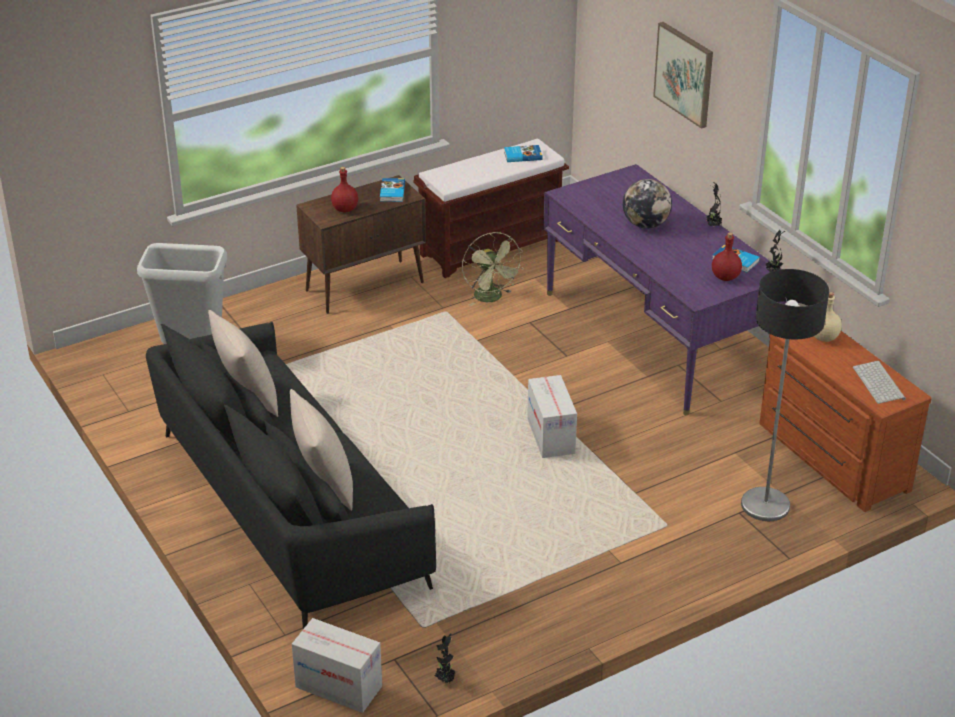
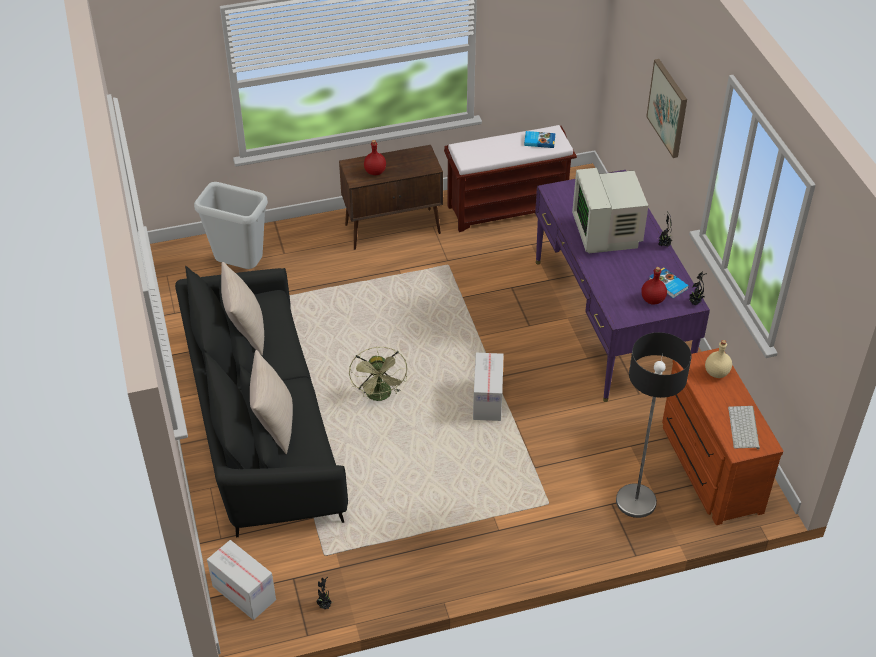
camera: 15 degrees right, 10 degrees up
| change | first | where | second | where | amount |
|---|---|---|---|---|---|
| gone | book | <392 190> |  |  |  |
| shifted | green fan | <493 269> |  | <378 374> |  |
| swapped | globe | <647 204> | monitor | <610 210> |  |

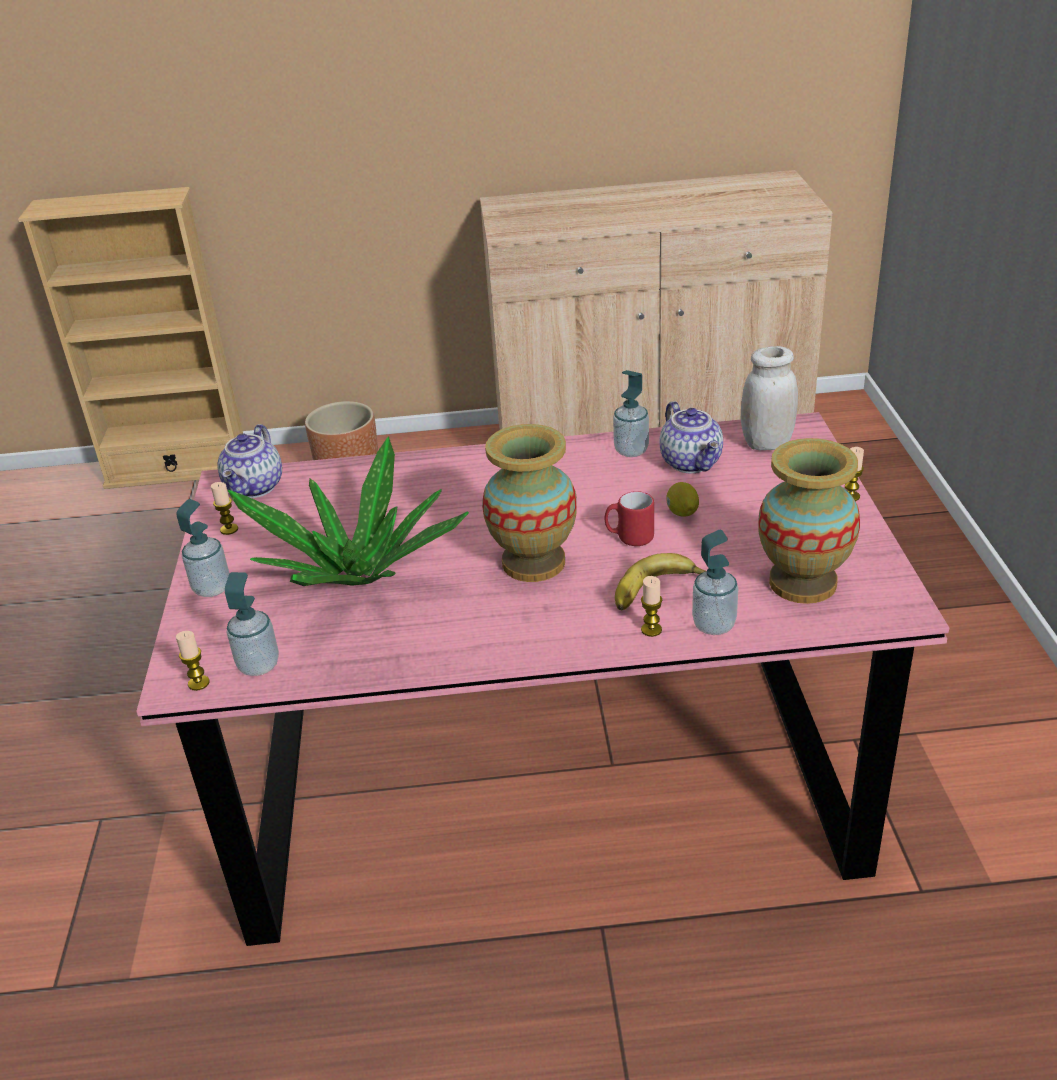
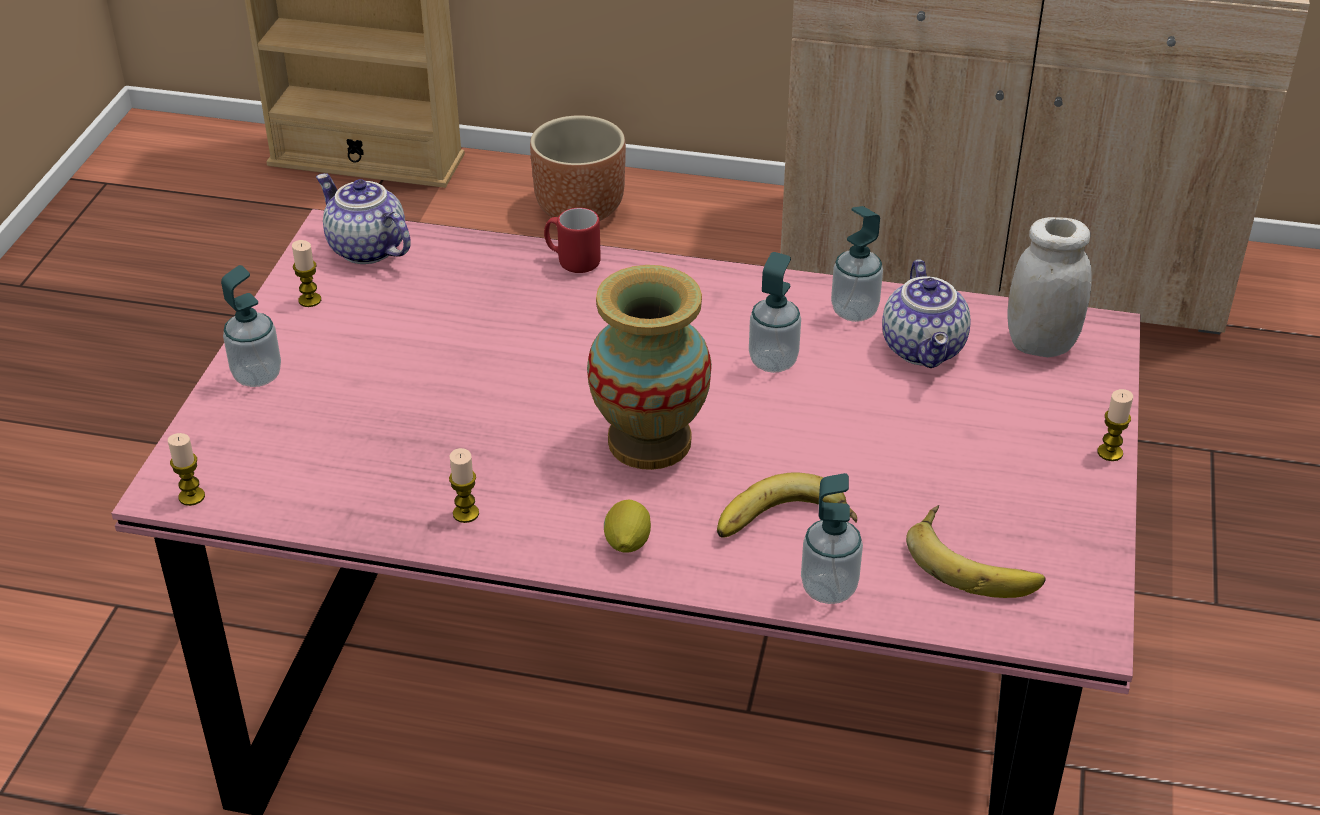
camera: 15 degrees right, 5 degrees up
| change | first | where | second | where | amount |
|---|---|---|---|---|---|
| gone | potted plant | <348 511> |  |  |  |
| shifted | soap dispenser | <252 624> |  | <775 312> |  |
| shifted | red mug | <629 518> |  | <572 240> |  |
| shifted | candle | <651 606> |  | <464 485> |  |
| shifted | lemon | <682 499> |  | <627 526> |  |
| swapped | vase | <809 521> | banana | <976 551> |  |
| rotated | teapot | <249 461> |  | <363 218> | 105 degrees clockwise |

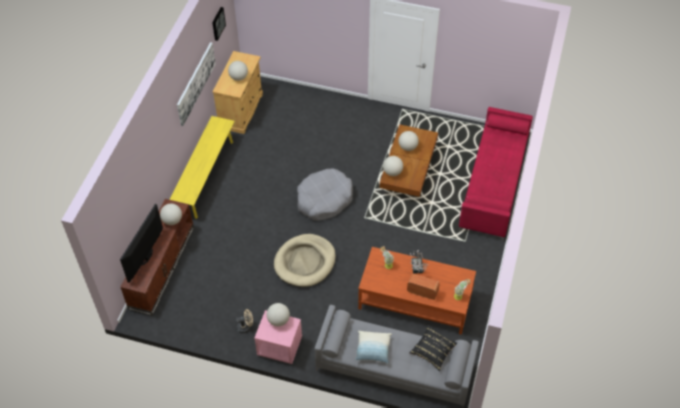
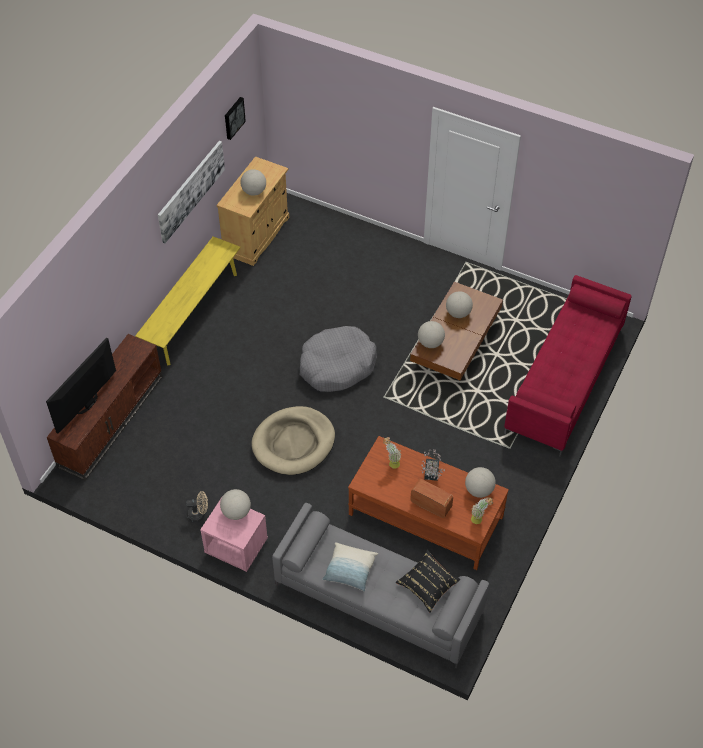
camera: 10 degrees right, 0 degrees up
| change | first | where | second | where | amount |
|---|---|---|---|---|---|
| shifted | globe | <171 214> |  | <480 482> |  |

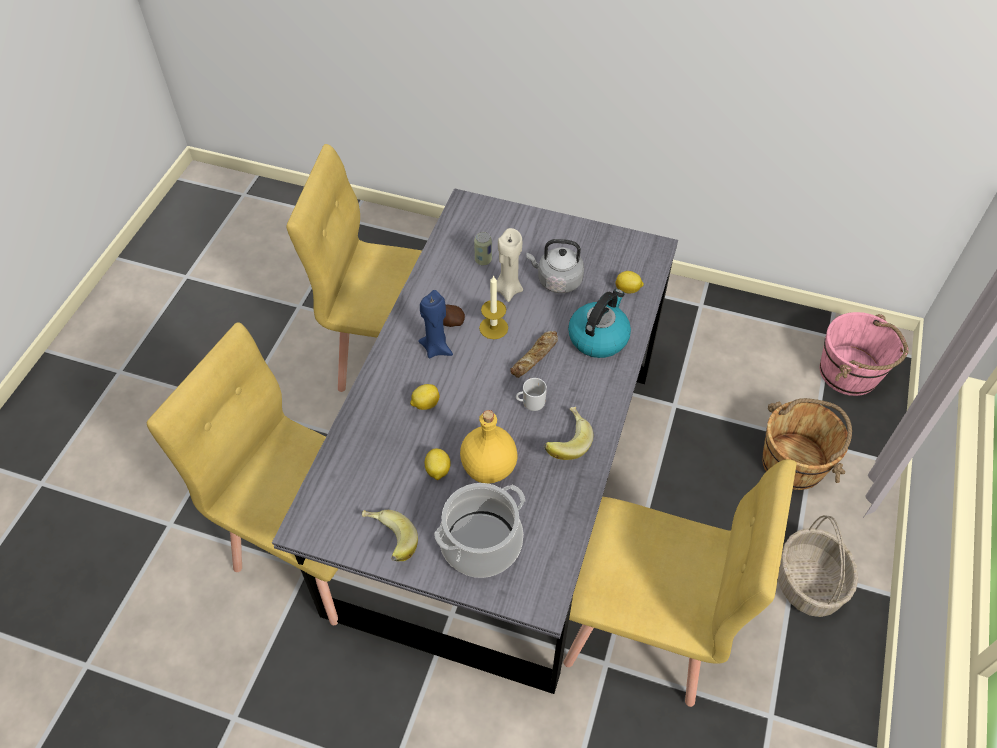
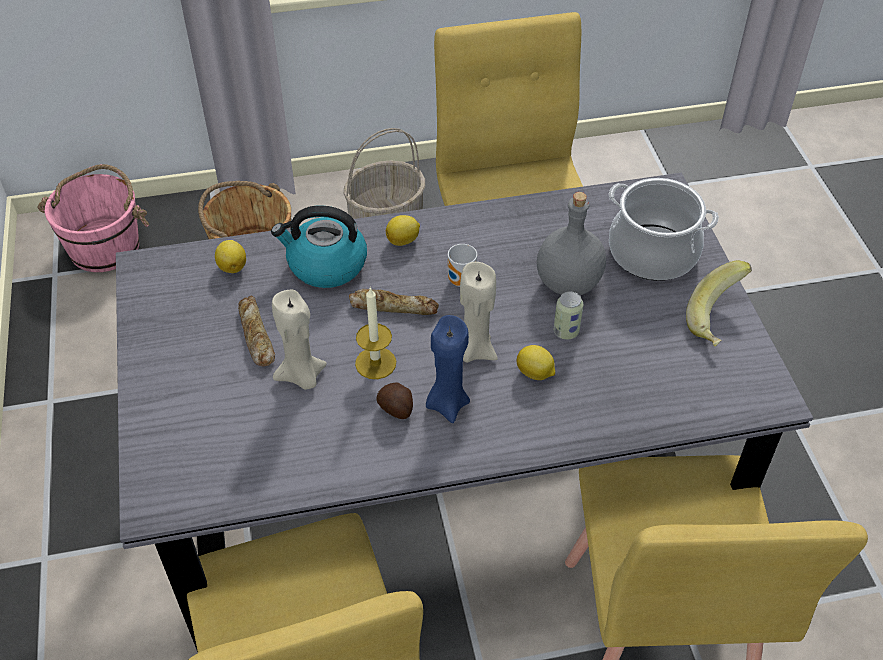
camera: 120 degrees left, 5 degrees down
| change | first | where | second | where | amount |
|---|---|---|---|---|---|
| gone | banana | <568 433> |  |  |  |
| new |  |  | beige candle | <479 312> |  |
| shifted | lemon | <438 464> |  | <403 230> |  |
| shifted | can | <483 249> |  | <568 316> |  |
| swapped | grey kettle | <555 266> | bread | <256 331> |  |
| repainted | yellow bottle | <489 447> | grey bottle | <571 243> |  |

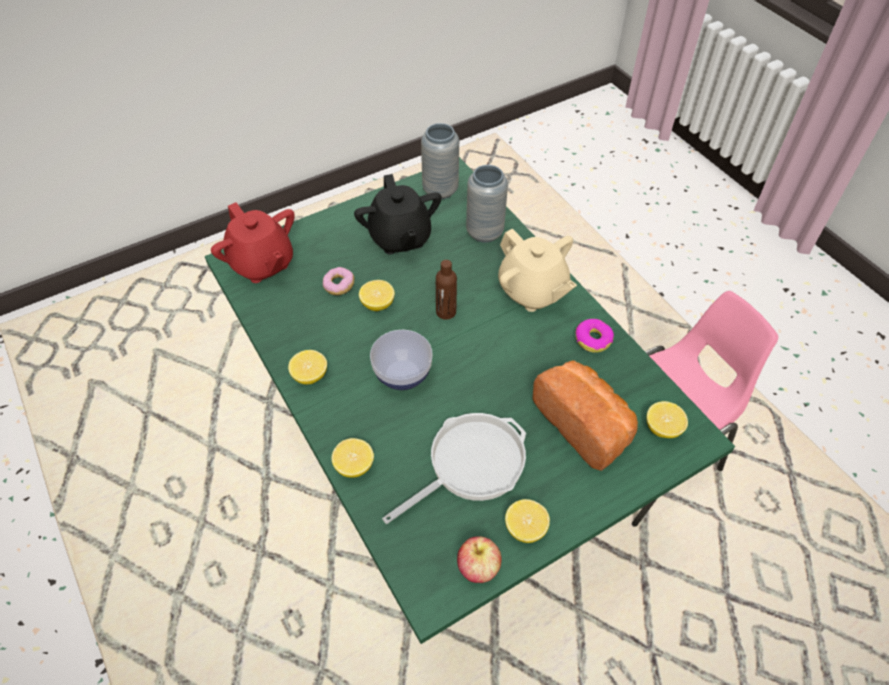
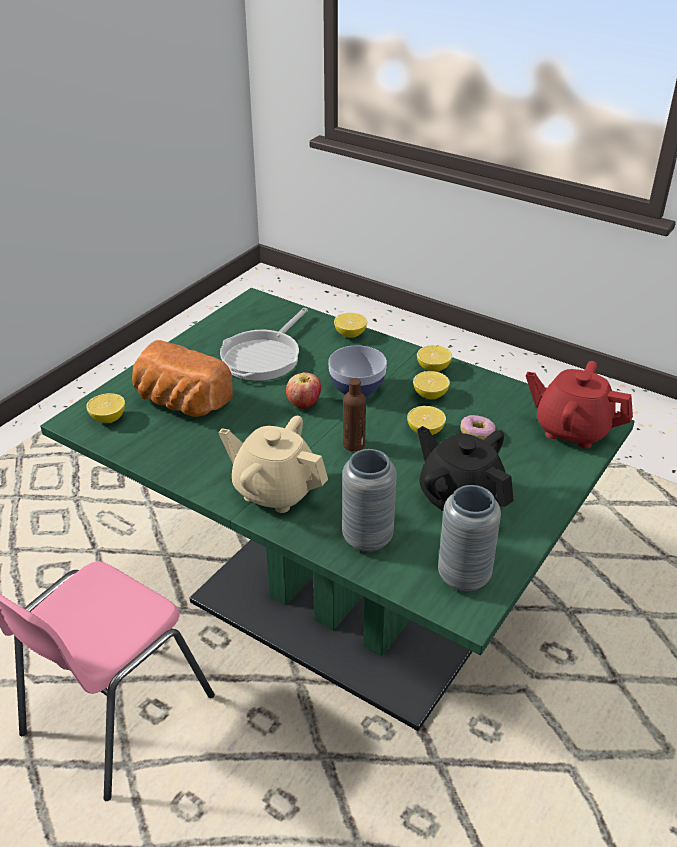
camera: 155 degrees right, 15 degrees down
| change | first | where | second | where | amount |
|---|---|---|---|---|---|
| gone | donut | <594 336> |  |  |  |
| shifted | apple | <479 559> |  | <303 390> |  |
| shifted | lemon | <527 521> |  | <431 385> |  |

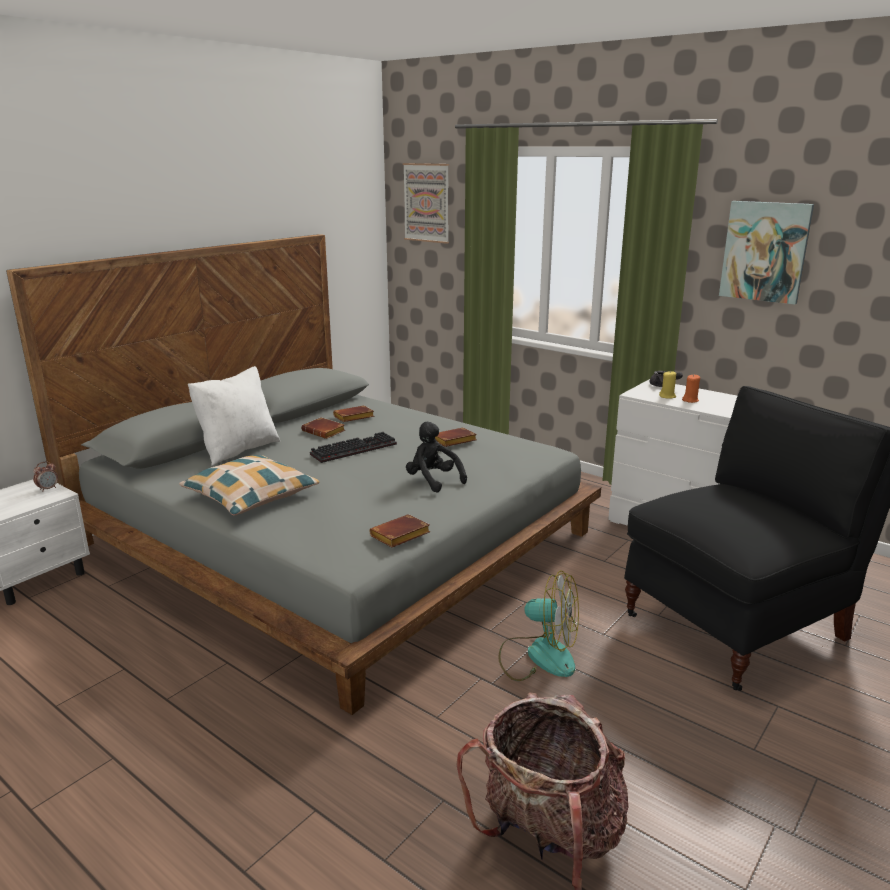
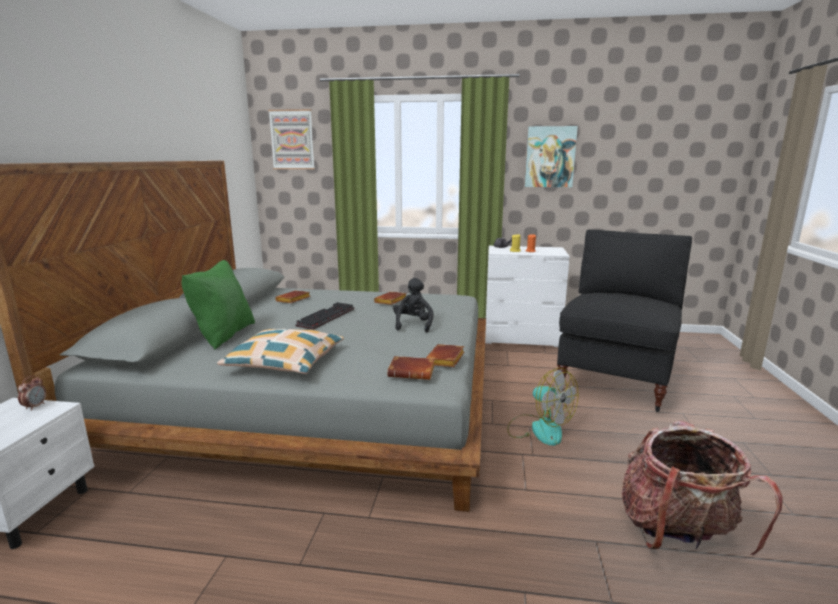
camera: 30 degrees left, 5 degrees down
| change | first | where | second | where | amount |
|---|---|---|---|---|---|
| shifted | brown book | <323 428> |  | <411 368> |  |
| repainted | white pillow | <234 416> | green pillow | <218 305> |  |
| rotated | black plush toy | <436 457> |  | <413 305> | 75 degrees clockwise |
| rotated | fan | <539 625> |  | <542 407> | 60 degrees clockwise |

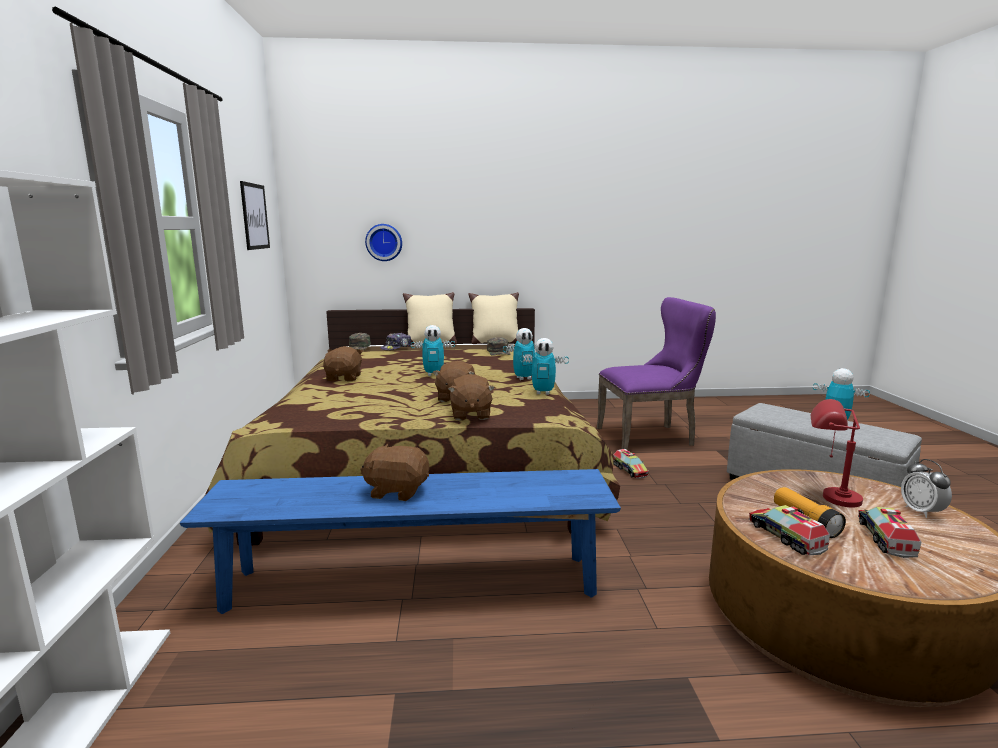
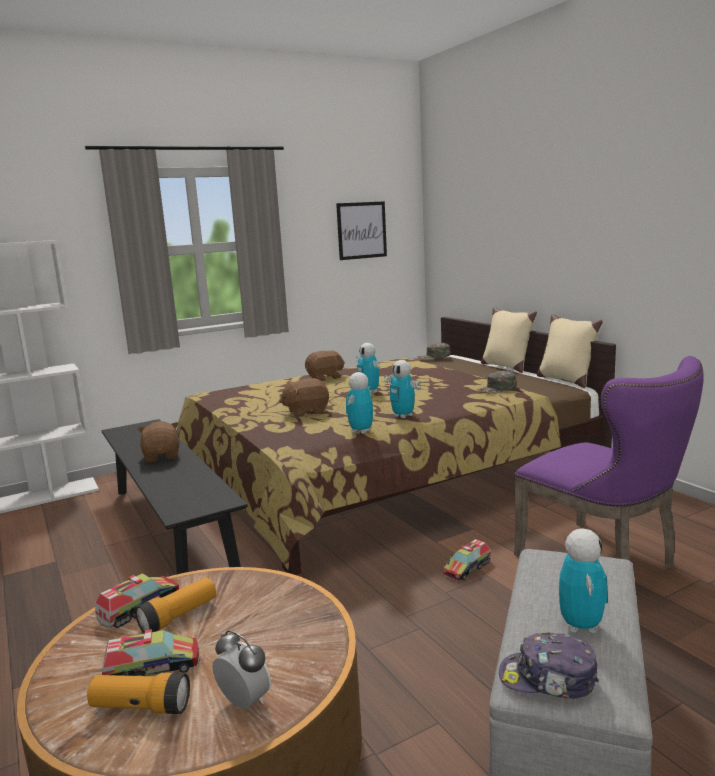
camera: 65 degrees right, 0 degrees up
| change | first | where | second | where | amount |
|---|---|---|---|---|---|
| gone | wall clock | <383 242> |  |  |  |
| gone | brown plush toy | <471 397> |  |  |  |
| gone | red table lamp | <837 453> |  |  |  |
| new |  |  | flashlight | <138 693> |  |
| shifted | cap | <396 341> |  | <549 665> |  |
| repainted | blue bench | <400 541> | black bench | <174 496> |  |
| rotated | toy robot | <544 366> |  | <359 403> | 45 degrees clockwise |
| rotated | alarm clock | <926 488> |  | <241 669> | 75 degrees clockwise |

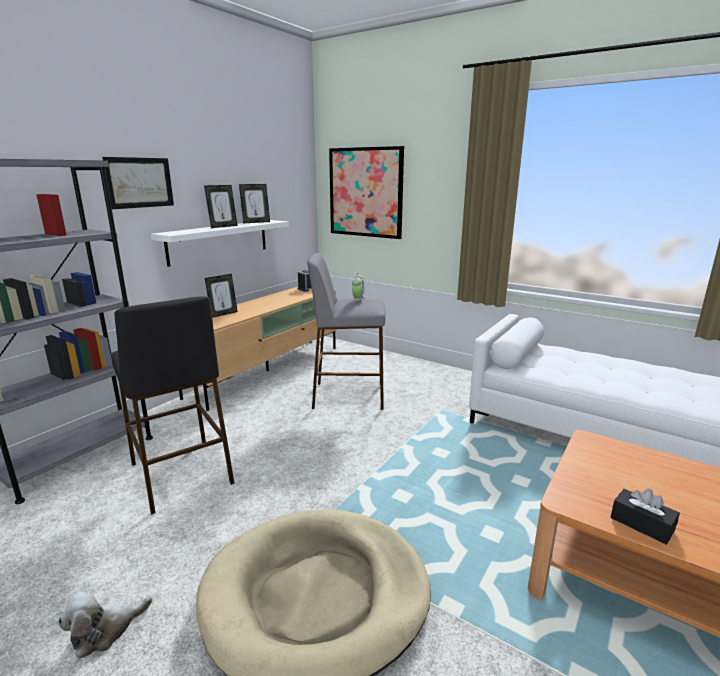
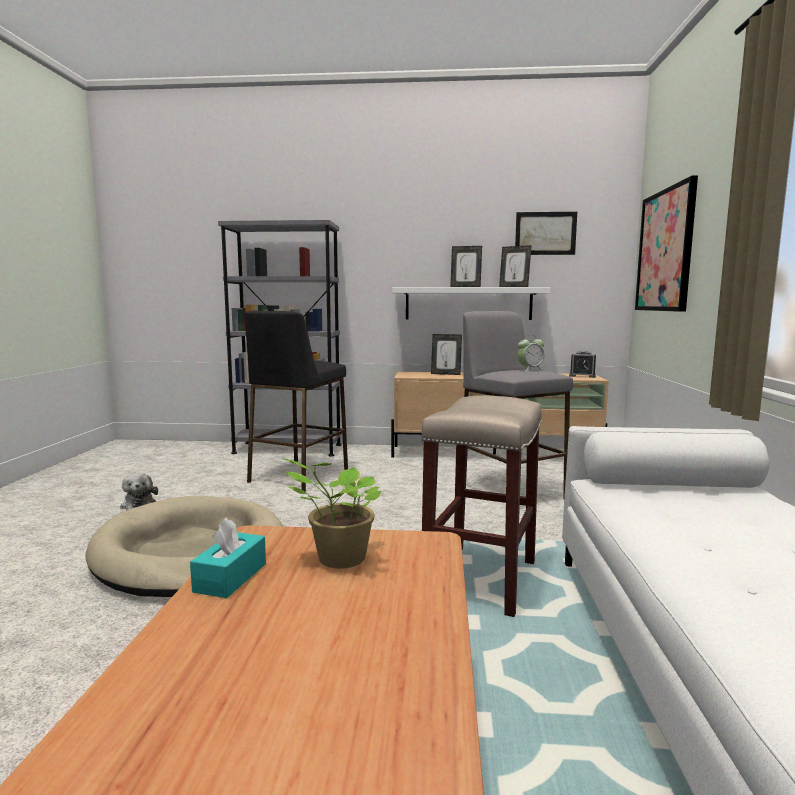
camera: 60 degrees right, 10 degrees down
| change | first | where | second | where | amount |
|---|---|---|---|---|---|
| new |  |  | potted plant | <332 513> |  |
| new |  |  | beige stool | <481 506> |  |
| shifted | picture | <138 183> |  | <546 233> |  |
| repainted | black tissue box | <645 517> | turquoise tissue box | <228 558> |  |
| rotated | plush toy | <105 625> |  | <139 492> | 135 degrees counterclockwise |

